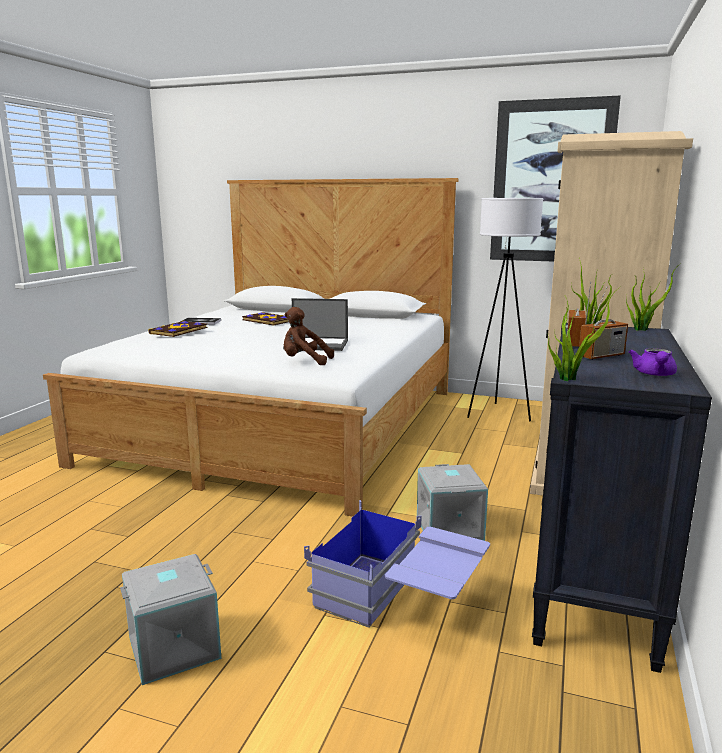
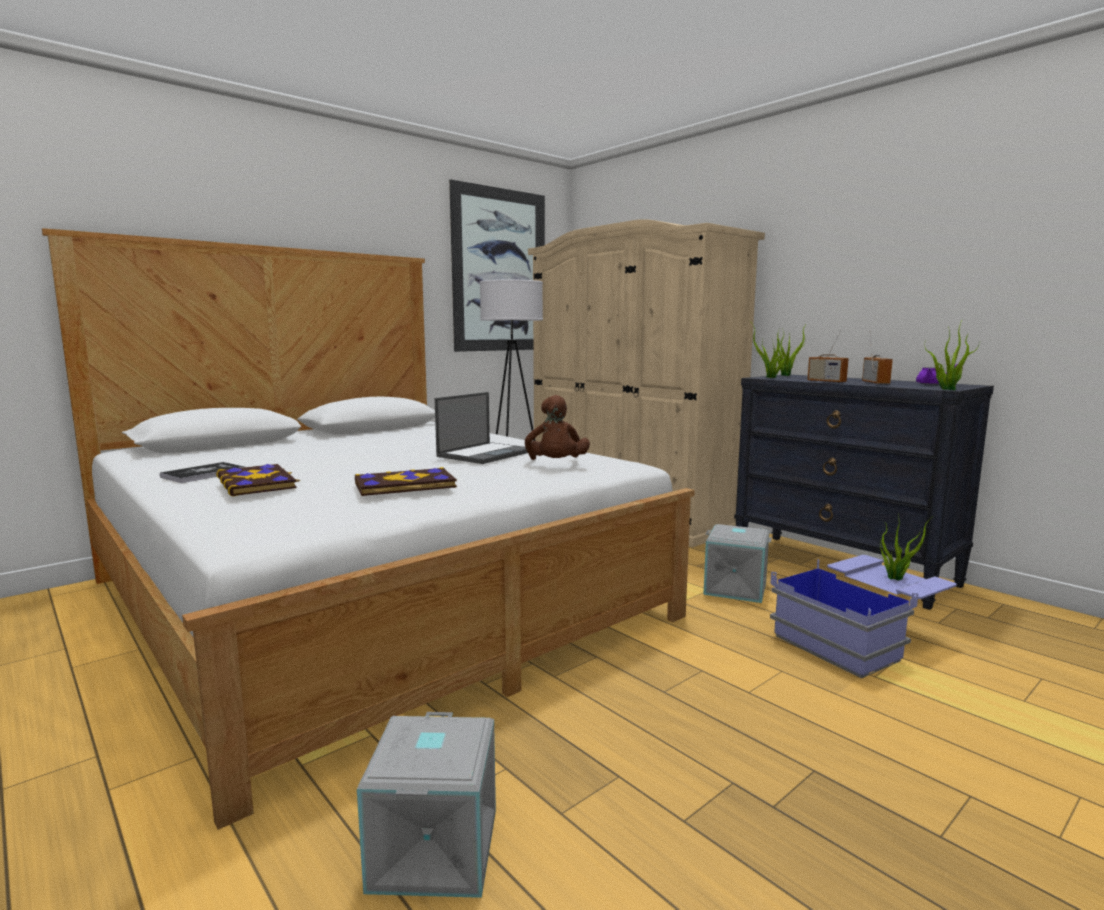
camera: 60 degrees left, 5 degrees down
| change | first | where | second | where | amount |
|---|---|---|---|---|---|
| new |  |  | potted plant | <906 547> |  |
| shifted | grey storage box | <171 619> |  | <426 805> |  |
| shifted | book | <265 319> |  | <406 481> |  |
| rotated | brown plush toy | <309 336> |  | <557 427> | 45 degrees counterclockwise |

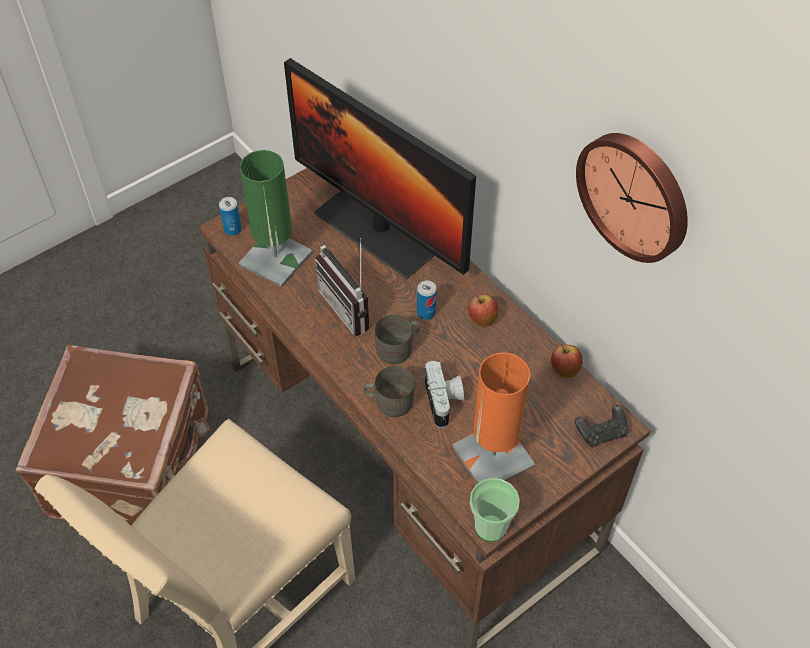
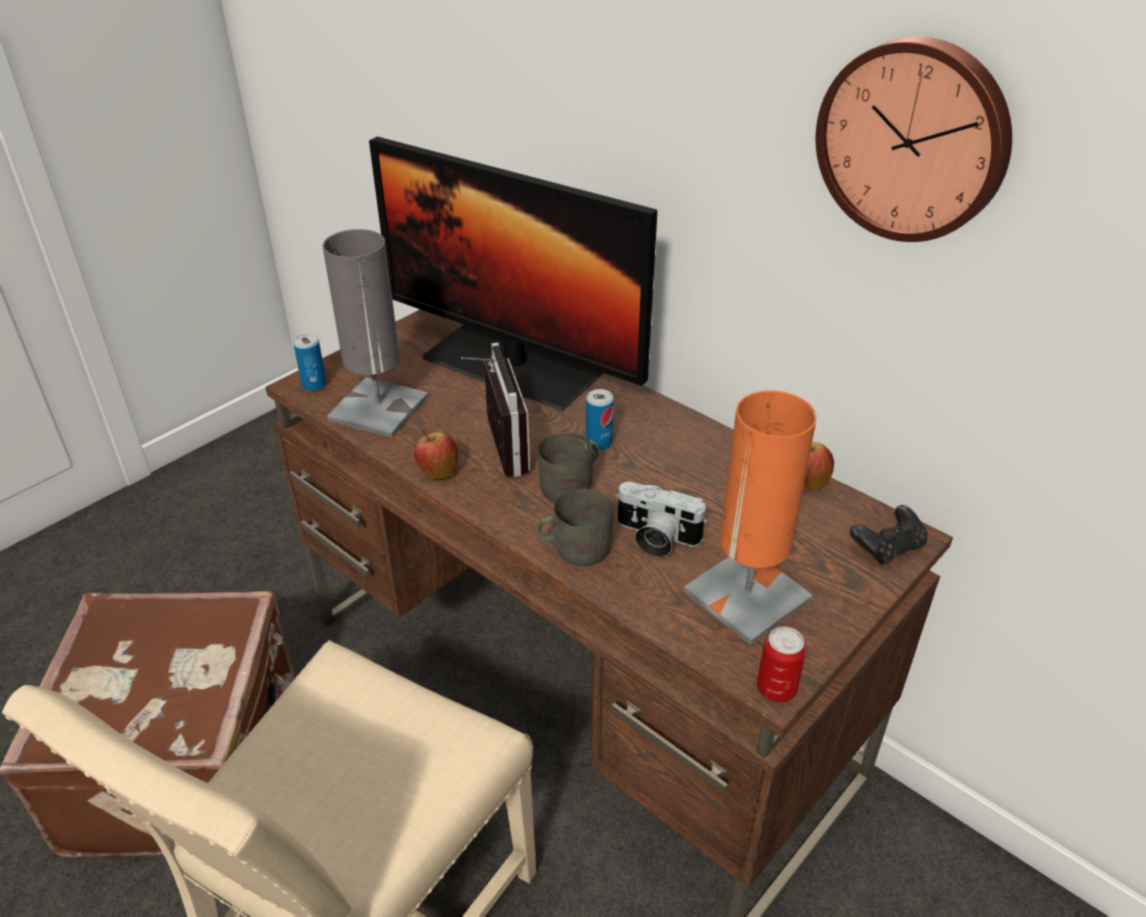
camera: 10 degrees left, 15 degrees down
| change | first | where | second | where | amount |
|---|---|---|---|---|---|
| shifted | apple | <483 310> |  | <436 454> |  |
| swapped | cup | <495 510> | can | <782 664> |  |
| repainted | green table lamp | <275 218> | grey table lamp | <375 333> |  |
| rotated | radio | <342 287> |  | <495 410> | 150 degrees counterclockwise |
| rotated | photo camera | <444 394> |  | <661 519> | 135 degrees clockwise |

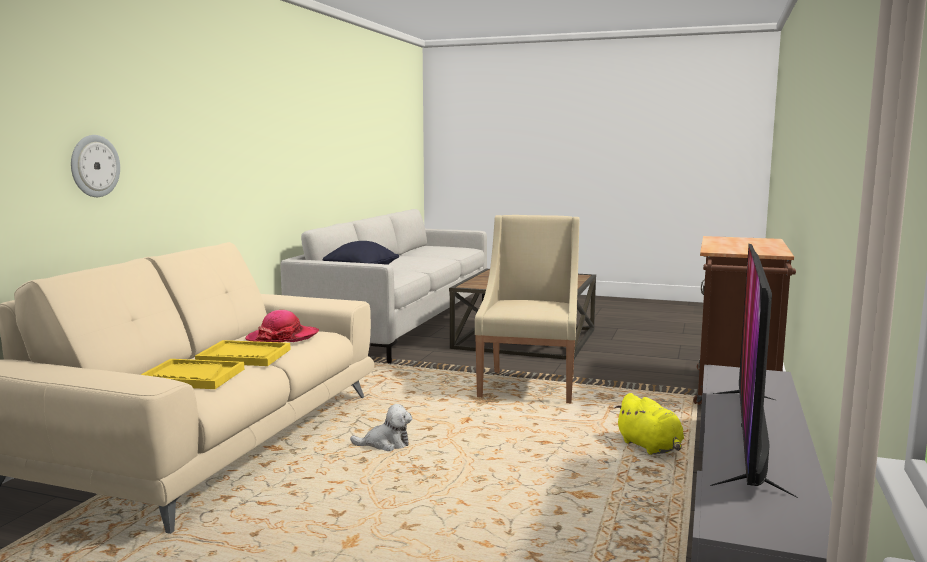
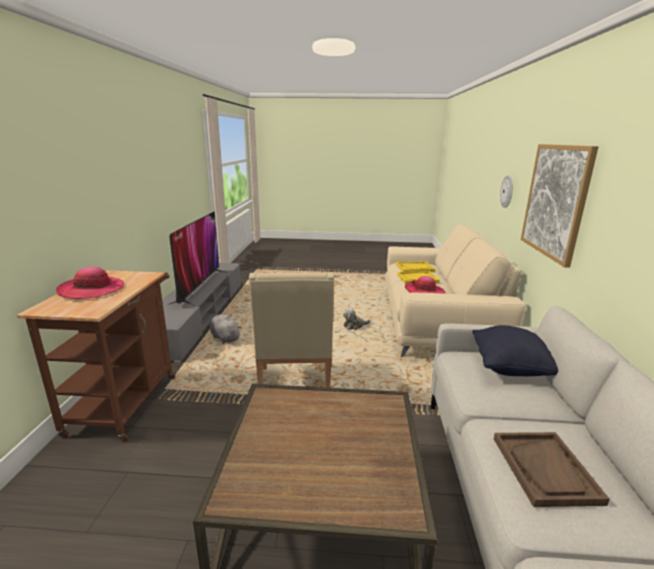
camera: 165 degrees right, 10 degrees up
| change | first | where | second | where | amount |
|---|---|---|---|---|---|
| new |  |  | hat | <90 283> |  |
| new |  |  | brown tray | <552 469> |  |
| new |  |  | picture | <559 206> |  |
| repainted | yellow plush toy | <649 424> | grey plush toy | <225 329> |  |

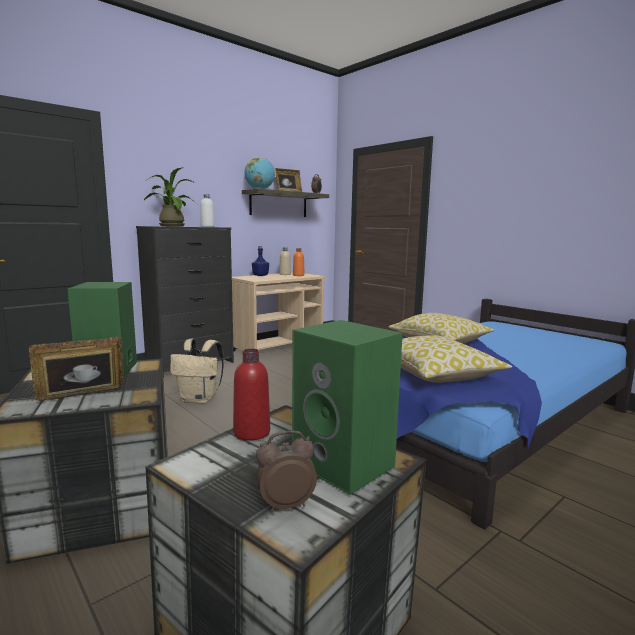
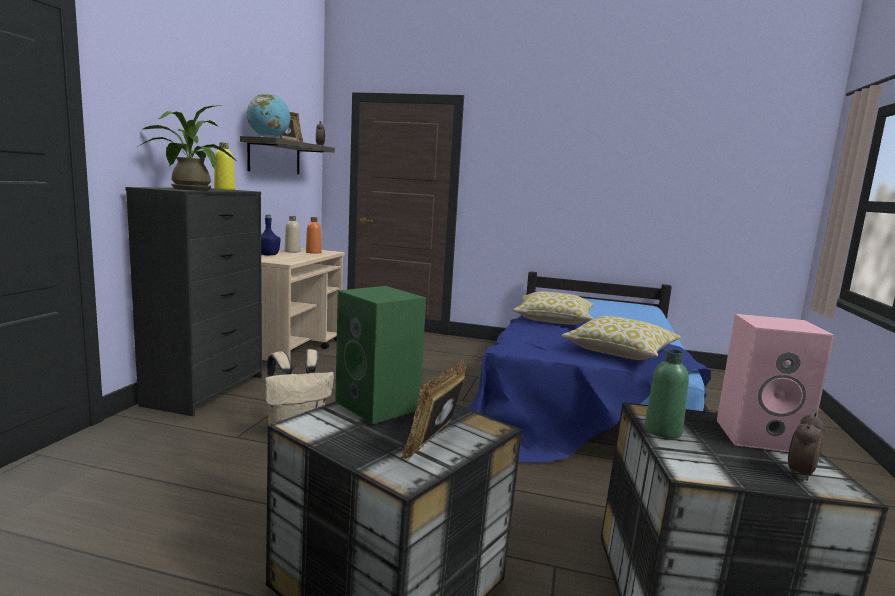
camera: 35 degrees left, 0 degrees up
| change | first | where | second | where | amount |
|---|---|---|---|---|---|
| repainted | white bottle | <208 210> | yellow bottle | <224 166> |  |
| repainted | red bottle | <251 394> | green bottle | <666 394> |  |
| repainted | green speaker | <347 407> | pink speaker | <775 383> |  |

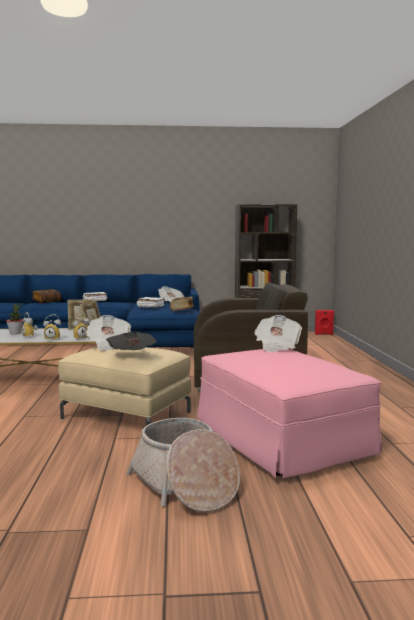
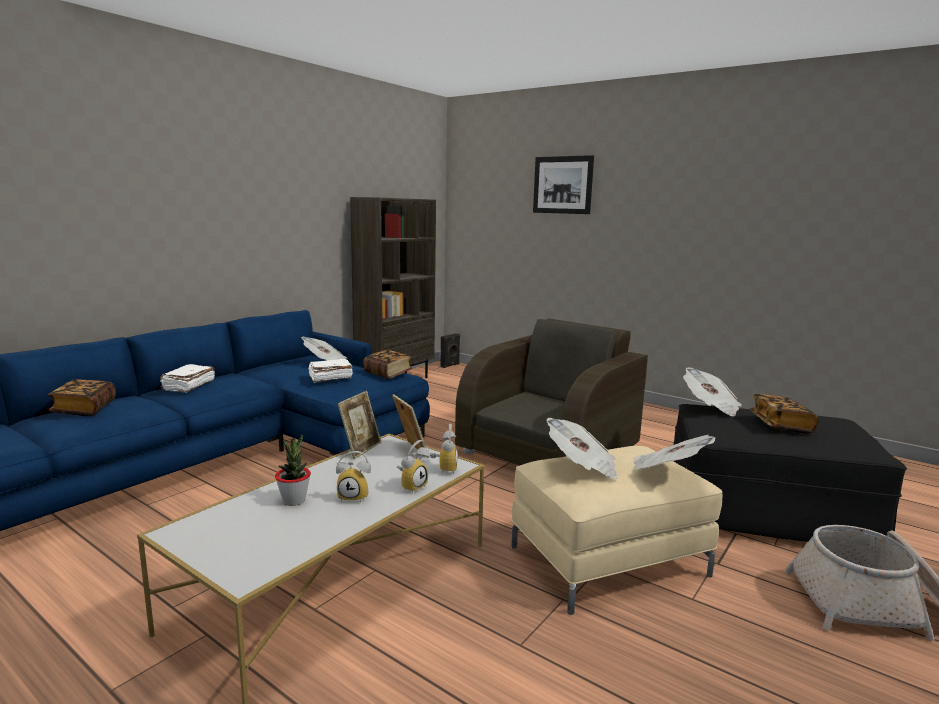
camera: 50 degrees left, 5 degrees up
| change | first | where | second | where | amount |
|---|---|---|---|---|---|
| new |  |  | picture | <563 184> |  |
| new |  |  | book | <784 414> |  |
| repainted | pink ottoman | <289 414> | black ottoman | <790 473> |  |
| repainted | red speaker | <324 322> | black speaker | <450 351> |  |

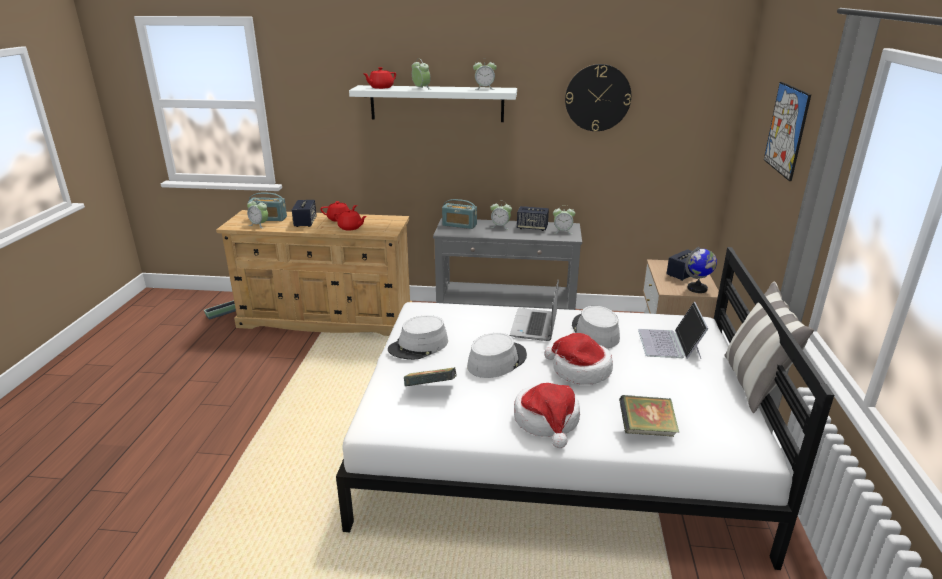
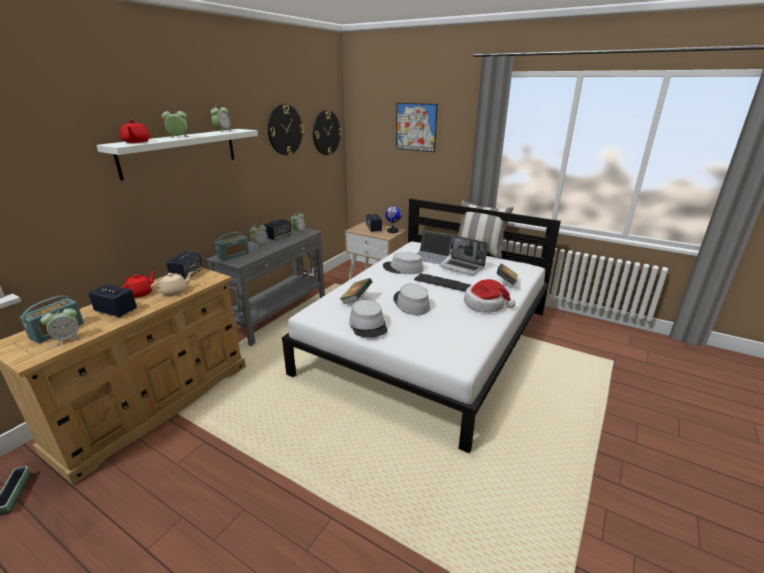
camera: 65 degrees left, 0 degrees up
| change | first | where | second | where | amount |
|---|---|---|---|---|---|
| new |  |  | speaker | <184 265> |  |
| new |  |  | wall clock | <327 132> |  |
| shifted | book | <430 376> |  | <356 291> |  |
| shifted | laptop | <534 310> |  | <463 255> |  |
| swapped | hat | <578 359> | keyboard | <442 282> |  |
| repainted | red teapot | <350 220> | beige teapot | <172 283> |  |

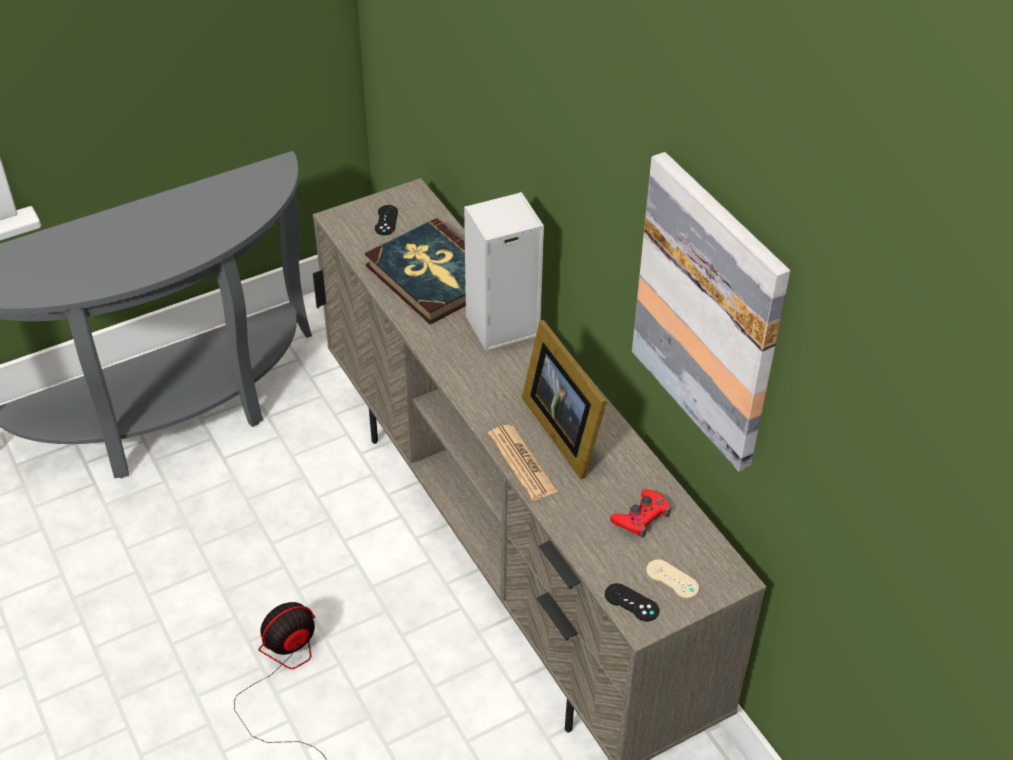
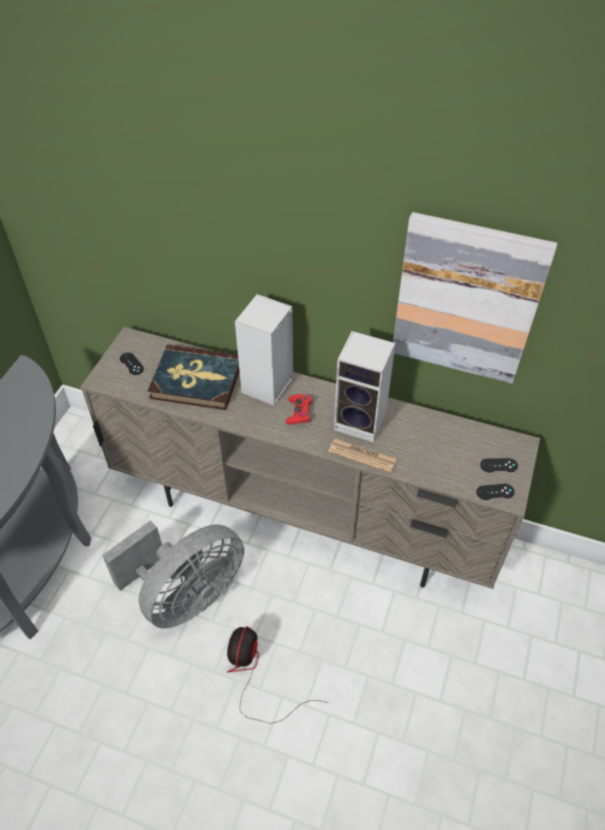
camera: 40 degrees left, 5 degrees up
| change | first | where | second | where | amount |
|---|---|---|---|---|---|
| new |  |  | grey fan | <173 574> |  |
| shifted | red game controller | <640 513> |  | <299 409> |  |
| swapped | picture frame | <564 399> | speaker | <365 387> |  |
| repainted | beige game controller | <672 578> | black game controller | <499 465> |  |

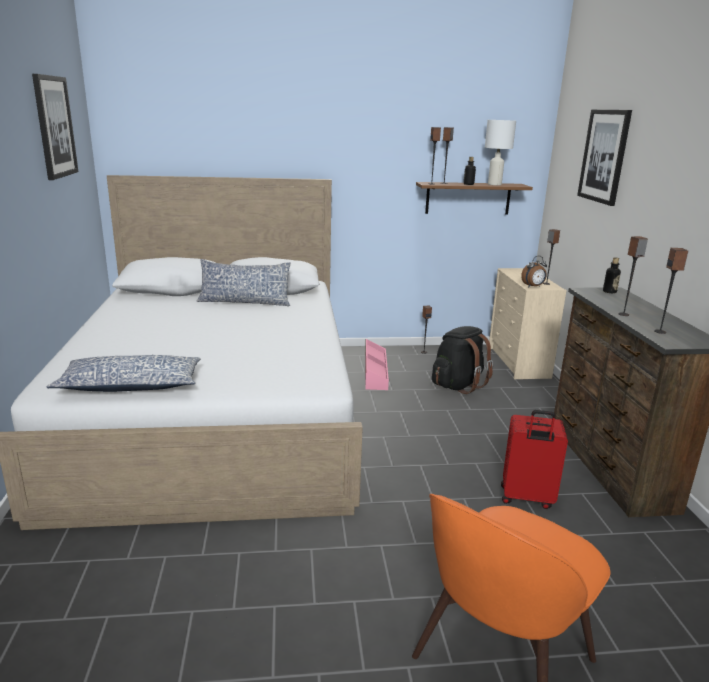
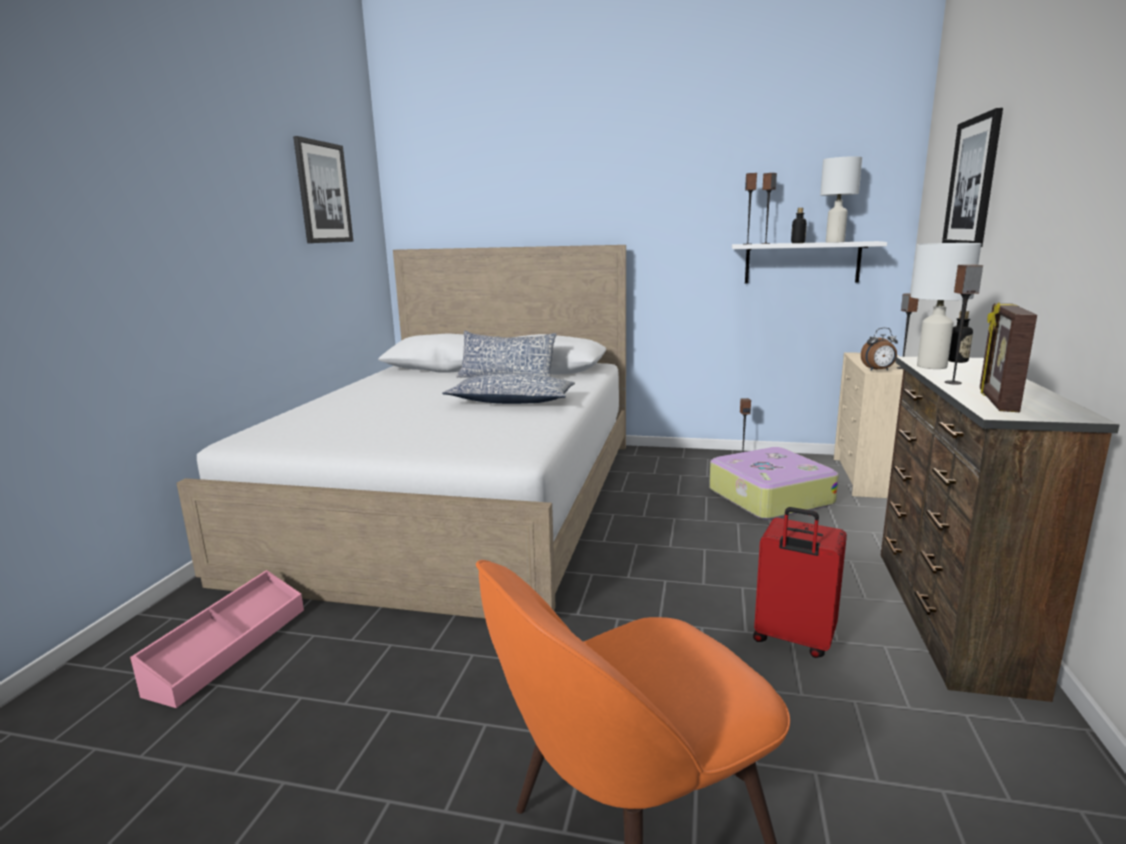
camera: 20 degrees right, 5 degrees down
| change | first | where | second | where | amount |
|---|---|---|---|---|---|
| new |  |  | white table lamp | <945 306> |  |
| shifted | pillow | <124 373> |  | <508 389> |  |
| shifted | pink storage box | <377 364> |  | <217 639> |  |
| swapped | black backpack | <462 360> | suitcase | <774 483> |  |
| swapped | speaker | <671 291> | picture frame | <1008 357> |  |
| repainted | brown shelf | <474 198> | white shelf | <809 262> |  |

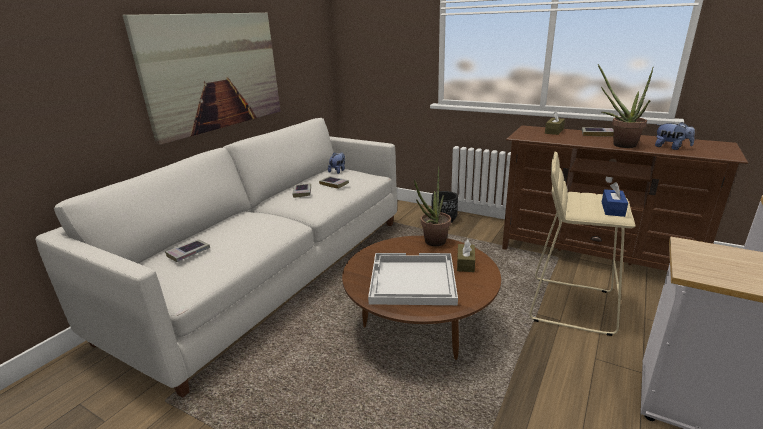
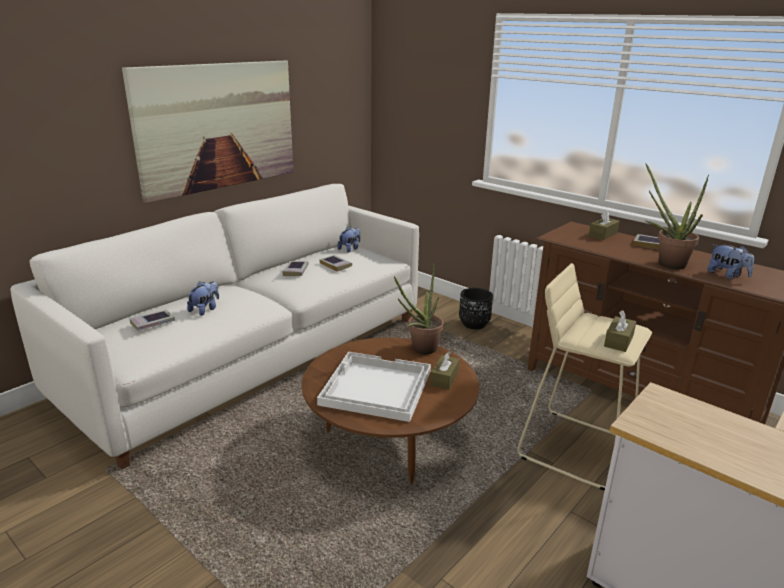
camera: 10 degrees right, 0 degrees up
| change | first | where | second | where | amount |
|---|---|---|---|---|---|
| new |  |  | plush toy | <203 298> |  |
| repainted | blue tissue box | <615 199> | brown tissue box | <620 331> |  |

